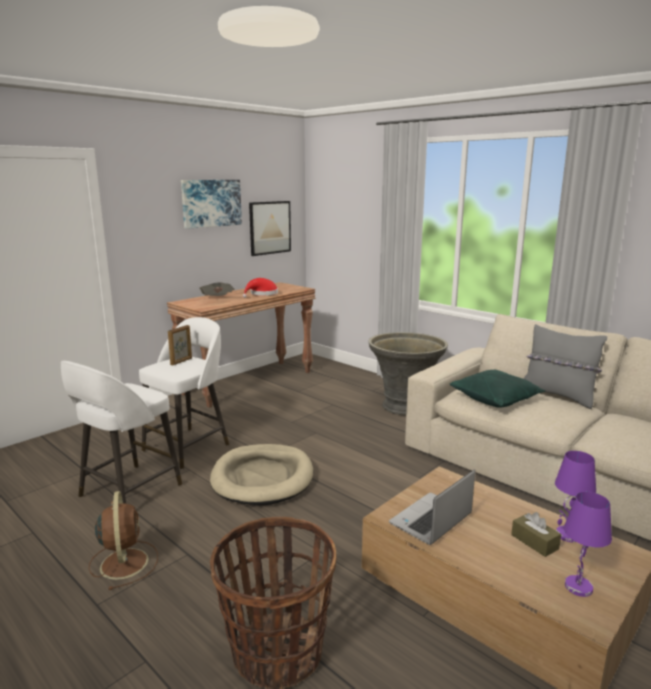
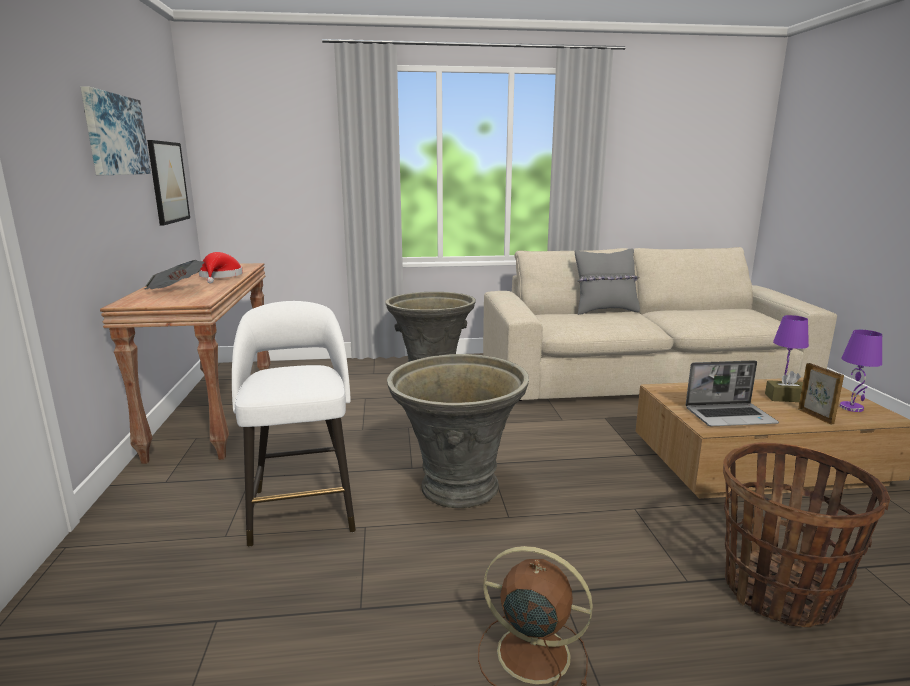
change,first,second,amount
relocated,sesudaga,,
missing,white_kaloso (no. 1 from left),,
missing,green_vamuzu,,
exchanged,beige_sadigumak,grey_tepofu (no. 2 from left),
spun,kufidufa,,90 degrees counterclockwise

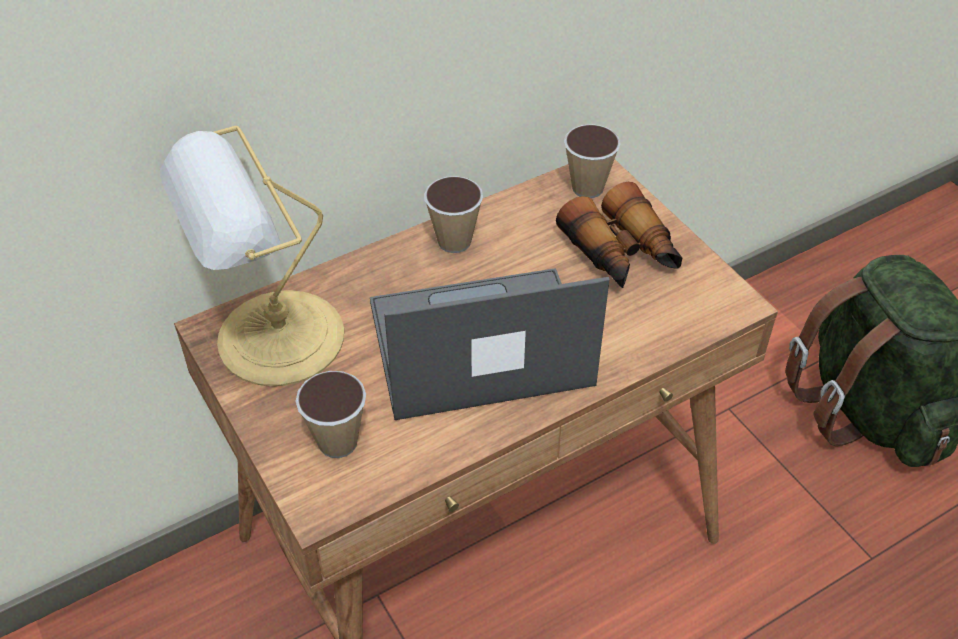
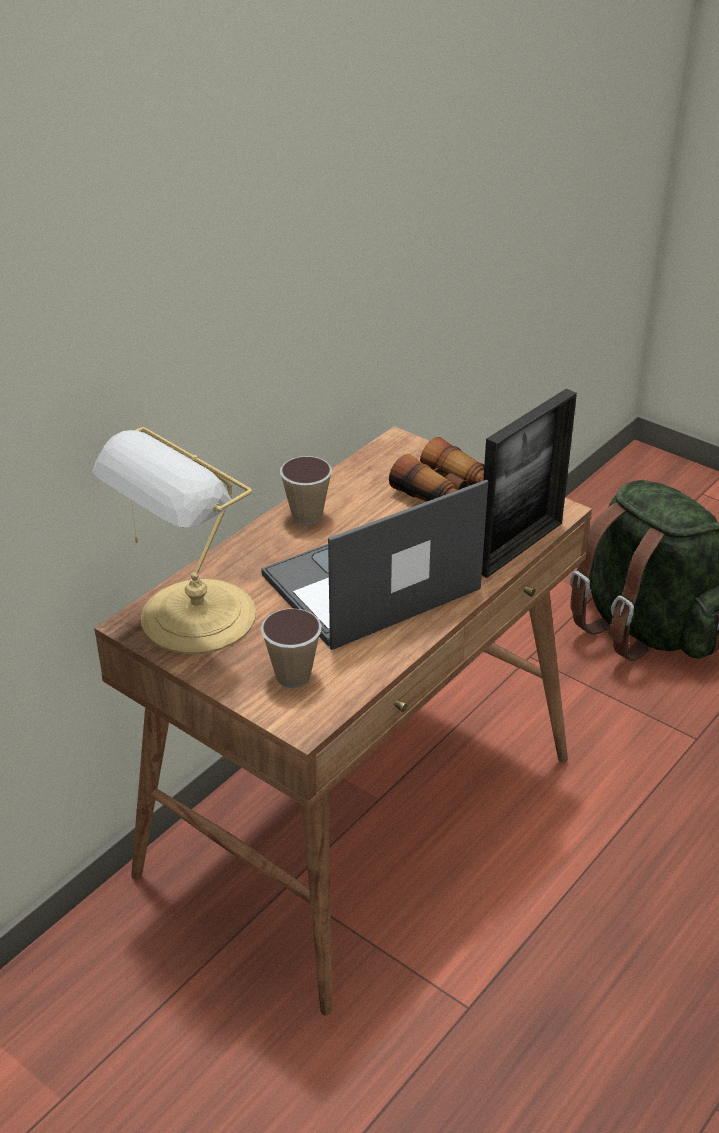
change,first,second,amount
missing,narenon (no. 3 from left),,
appeared,,sesudaga,

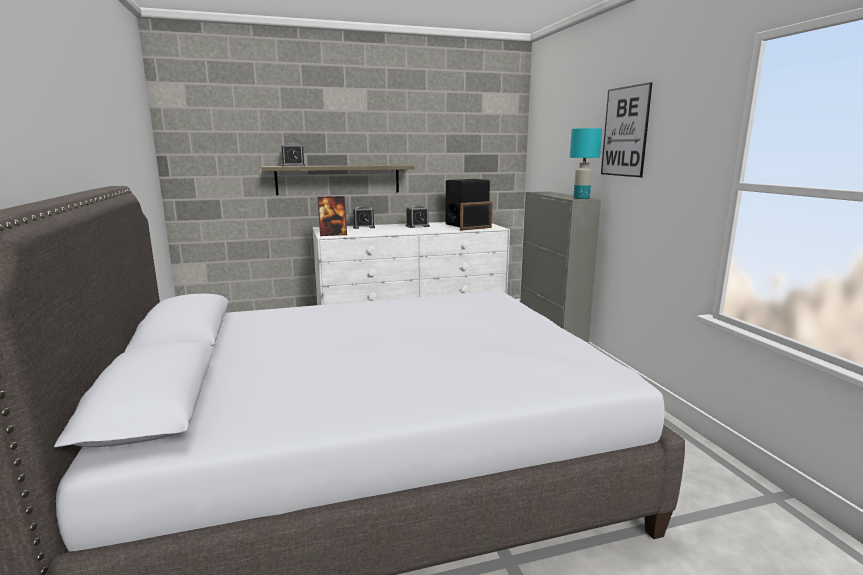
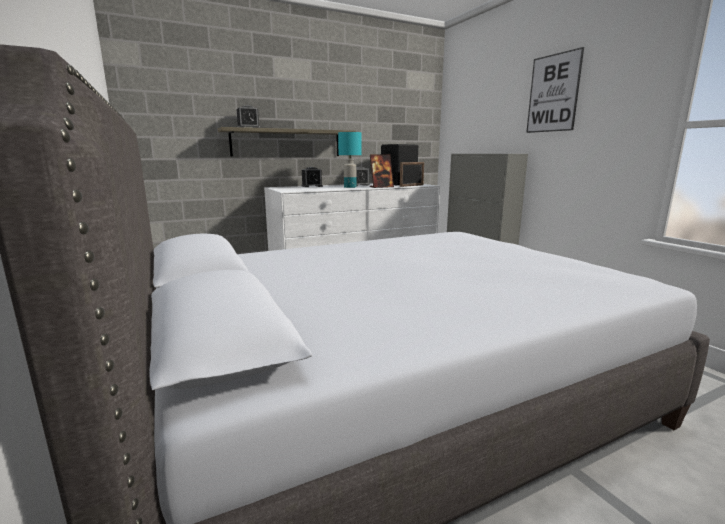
change,first,second,amount
relocated,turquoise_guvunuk,,
relocated,sesudaga (no. 1 from left),,

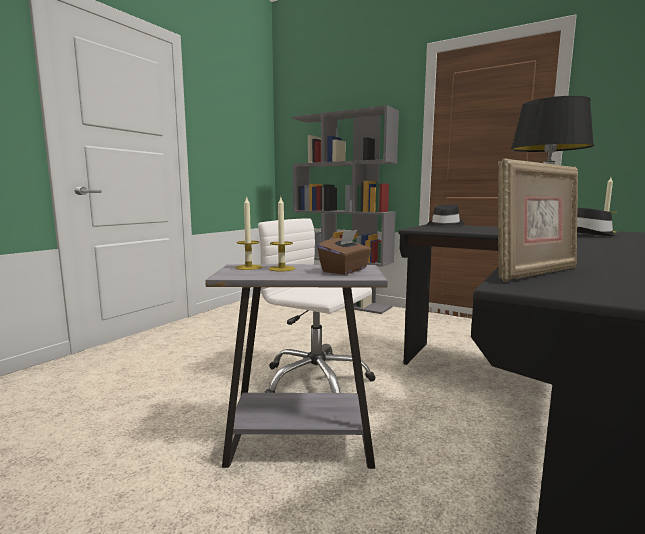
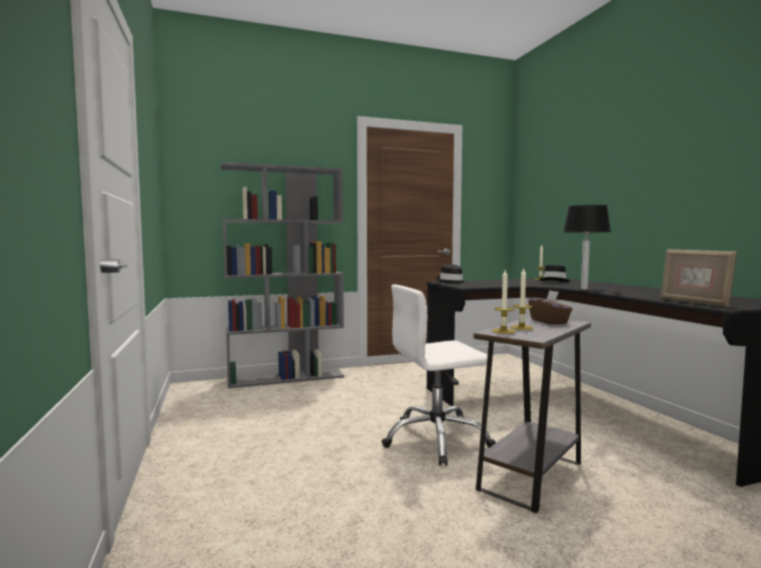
change,first,second,amount
spun,sesudaga,,150 degrees clockwise

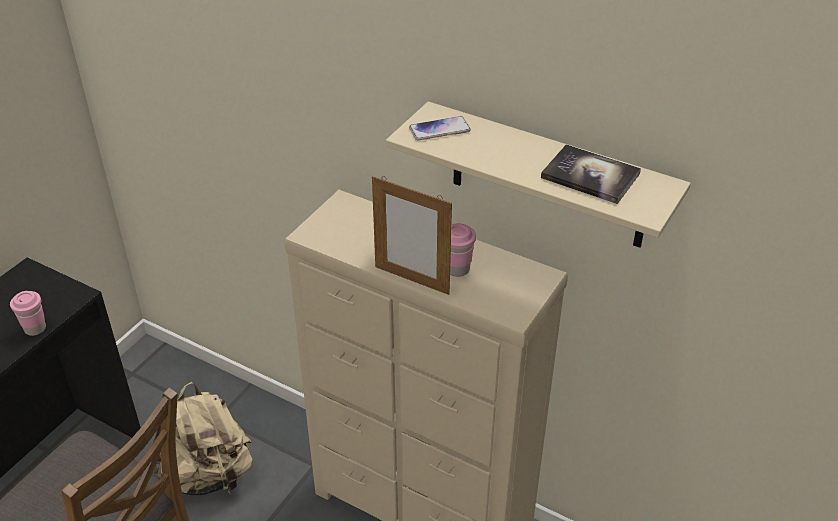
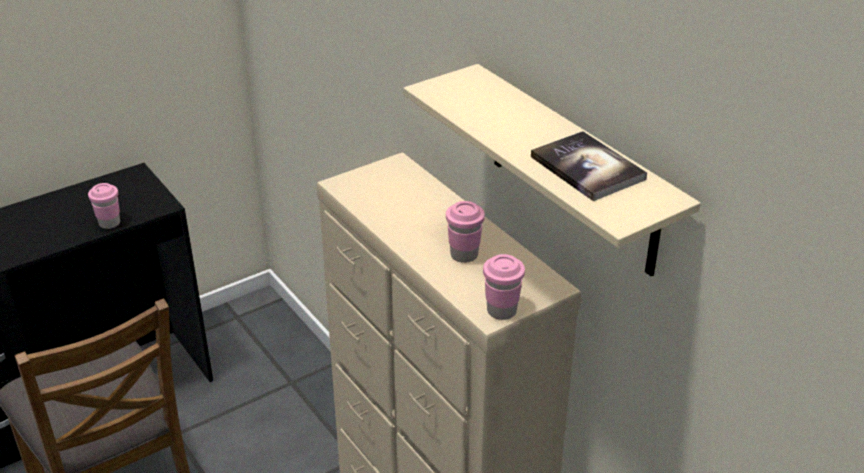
change,first,second,amount
missing,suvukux,,
missing,sesudaga,,
missing,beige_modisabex,,
appeared,,pink_narenon (no. 3 from left),

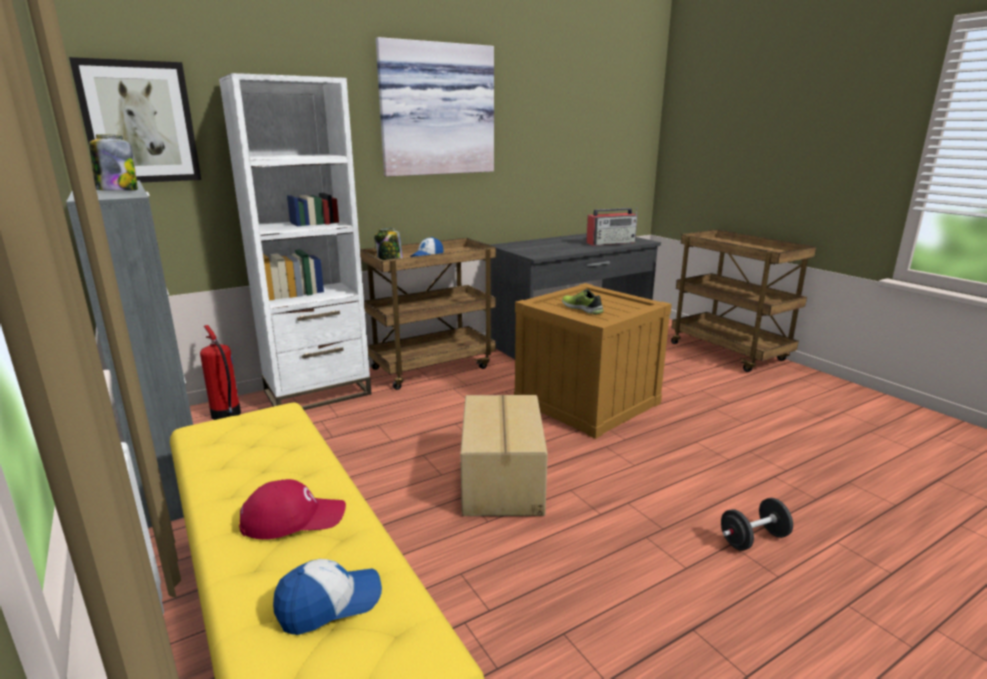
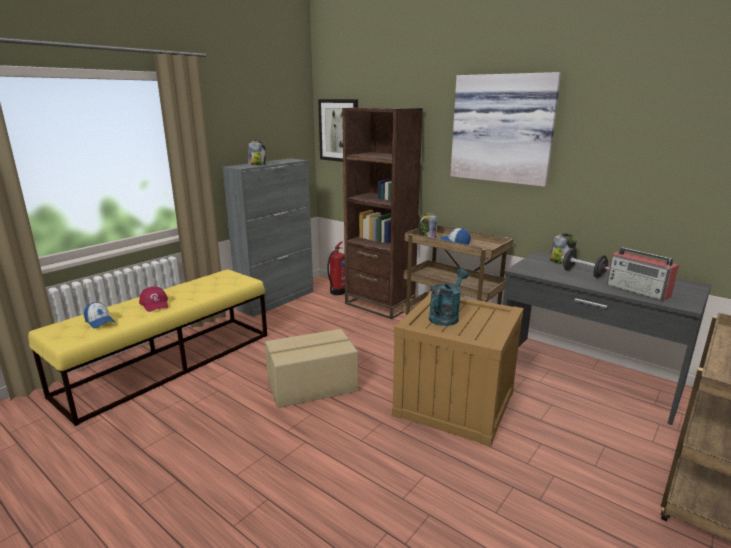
change,first,second,amount
colour,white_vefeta,brown_vefeta,
exchanged,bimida,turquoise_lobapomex,
relocated,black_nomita,,
appeared,,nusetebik (no. 3 from left),

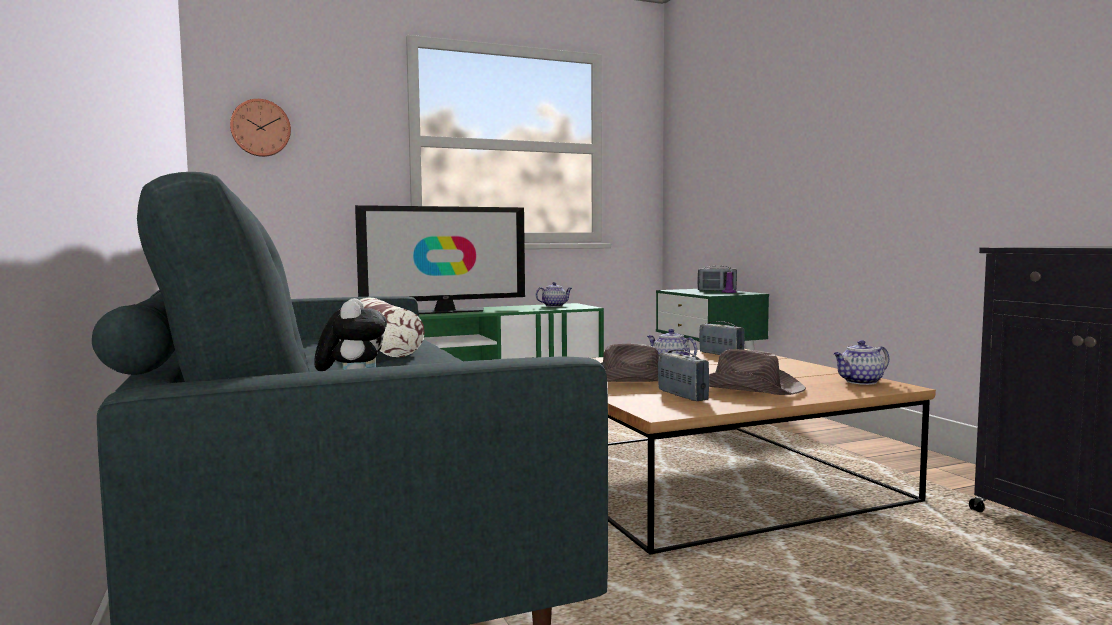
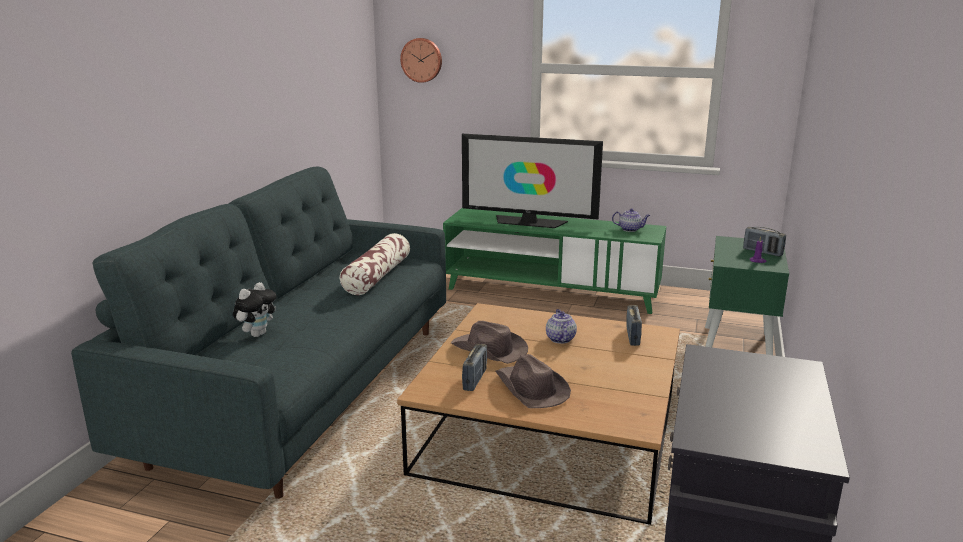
change,first,second,amount
missing,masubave (no. 3 from left),,

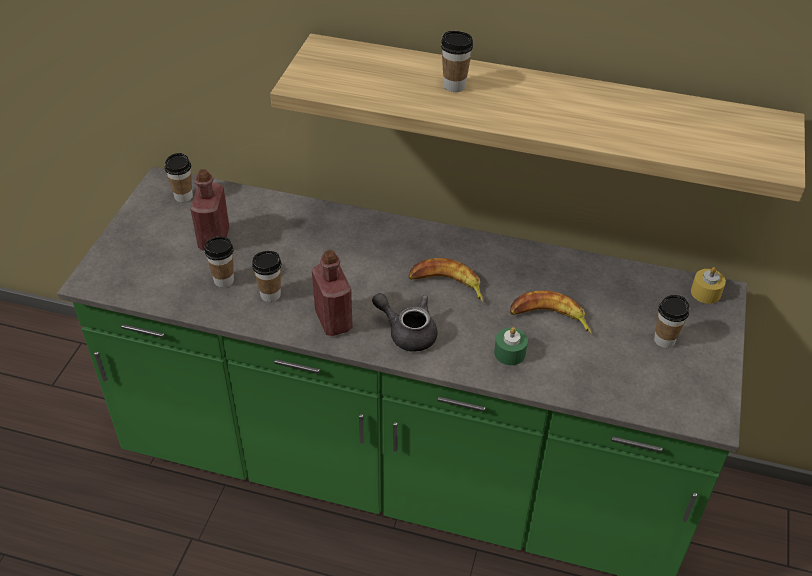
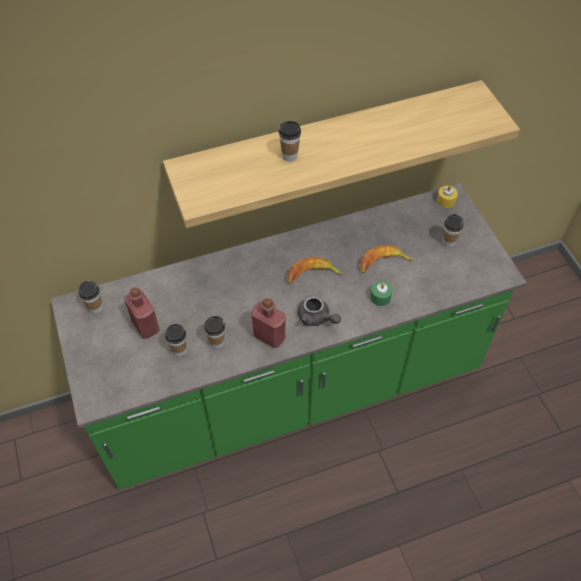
change,first,second,amount
spun,grey_masubave,,135 degrees counterclockwise

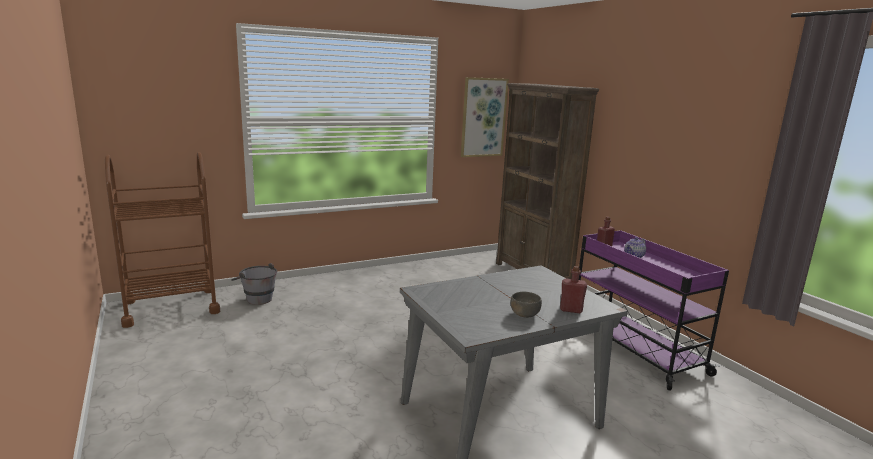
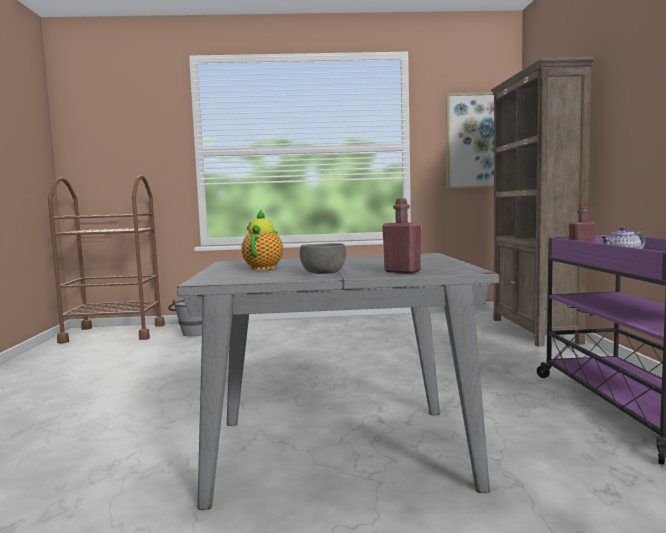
change,first,second,amount
appeared,,masubave (no. 1 from left),

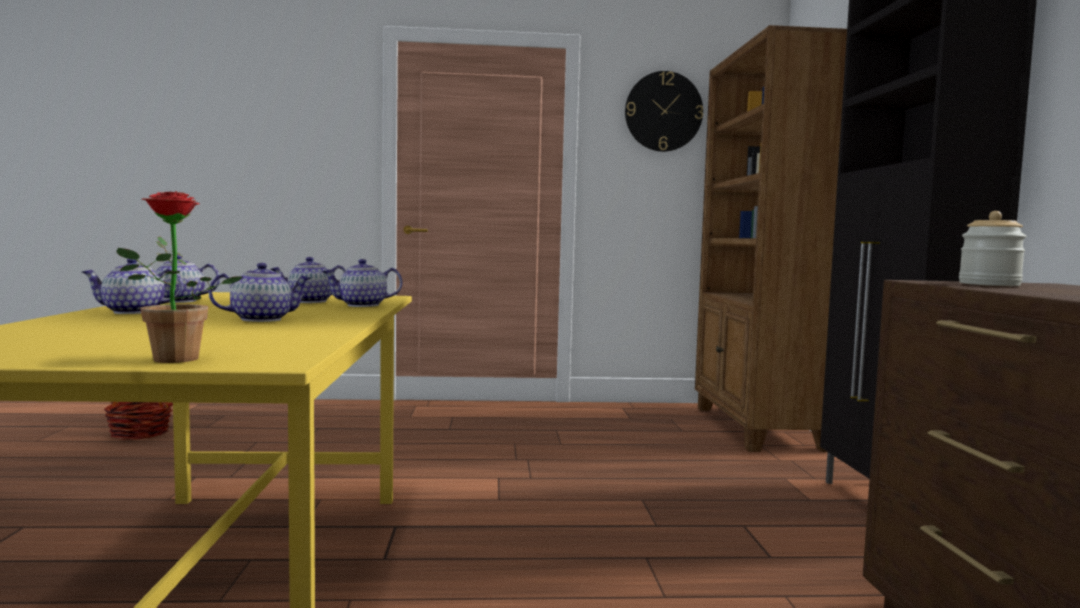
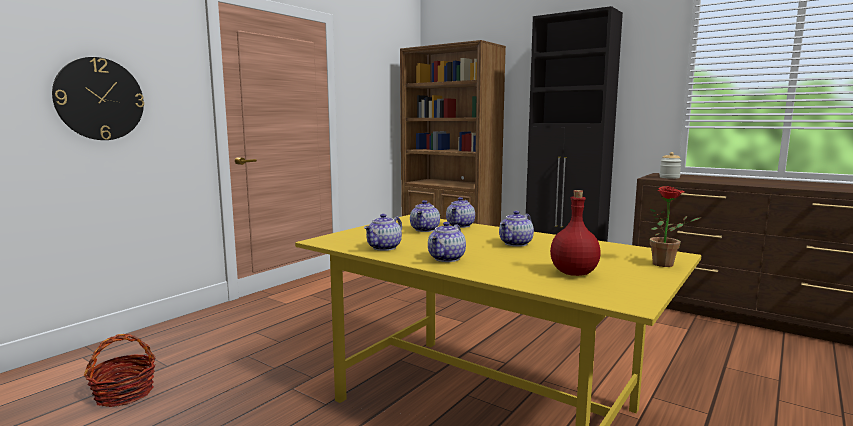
change,first,second,amount
relocated,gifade,,
spun,masubave (no. 3 from left in the first image),masubave (no. 5 from left),150 degrees counterclockwise
appeared,,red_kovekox,

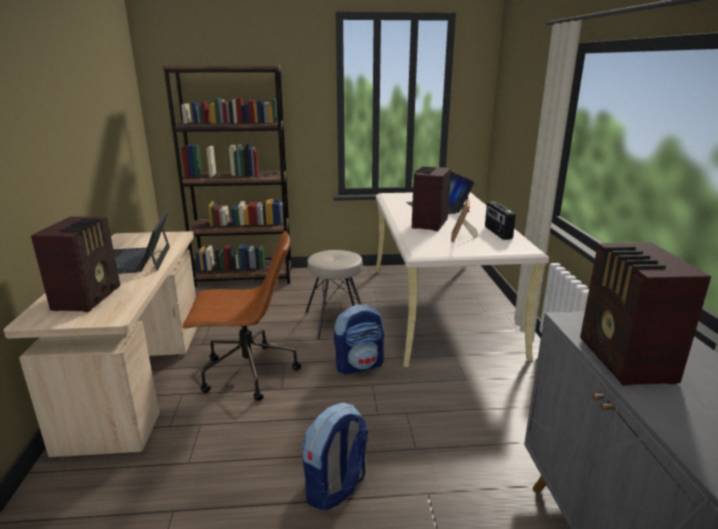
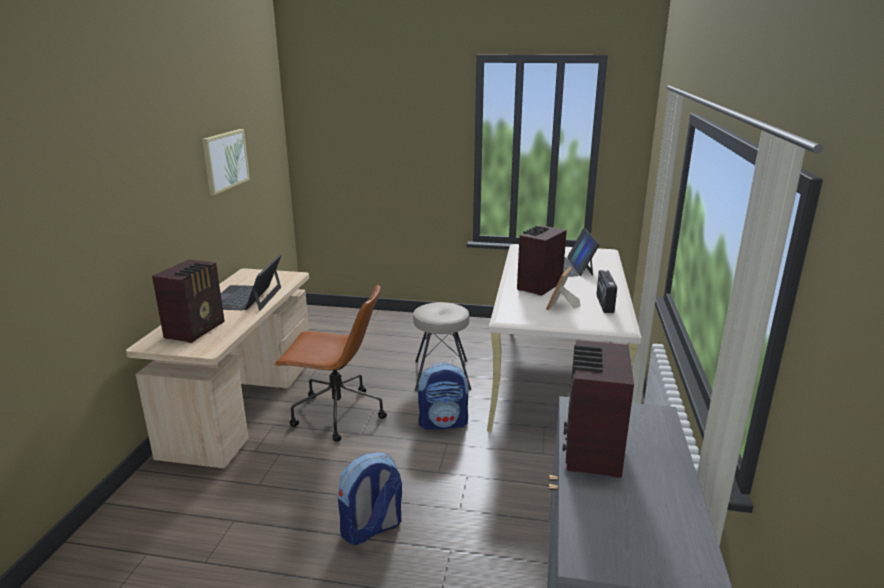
change,first,second,amount
missing,brown_vefeta,,
appeared,,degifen,

